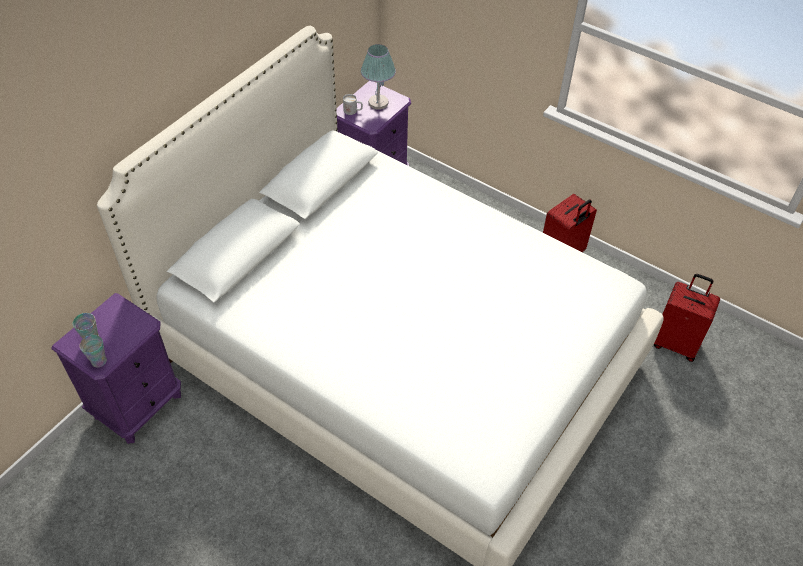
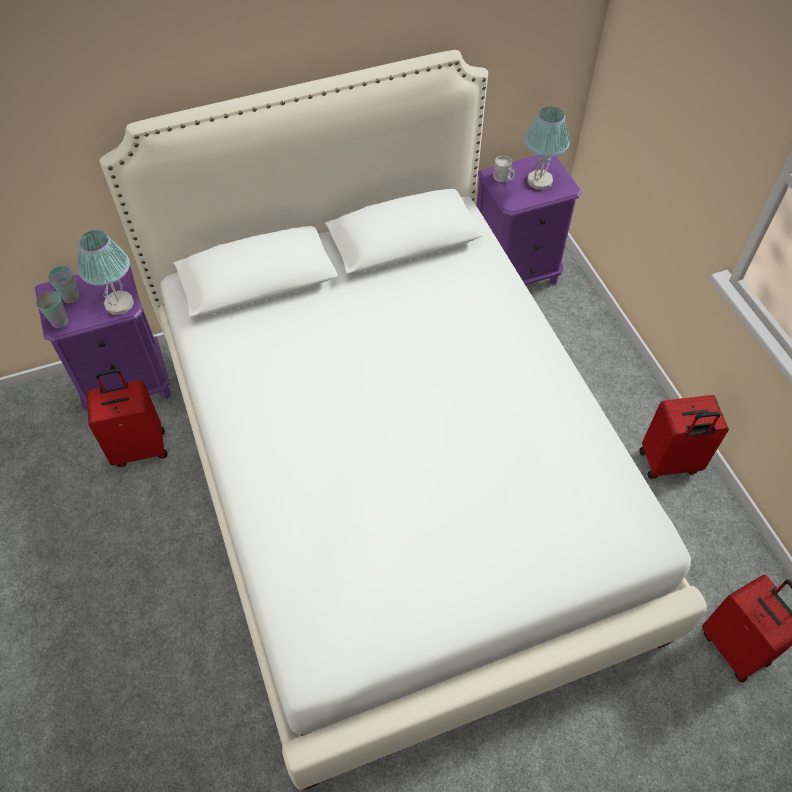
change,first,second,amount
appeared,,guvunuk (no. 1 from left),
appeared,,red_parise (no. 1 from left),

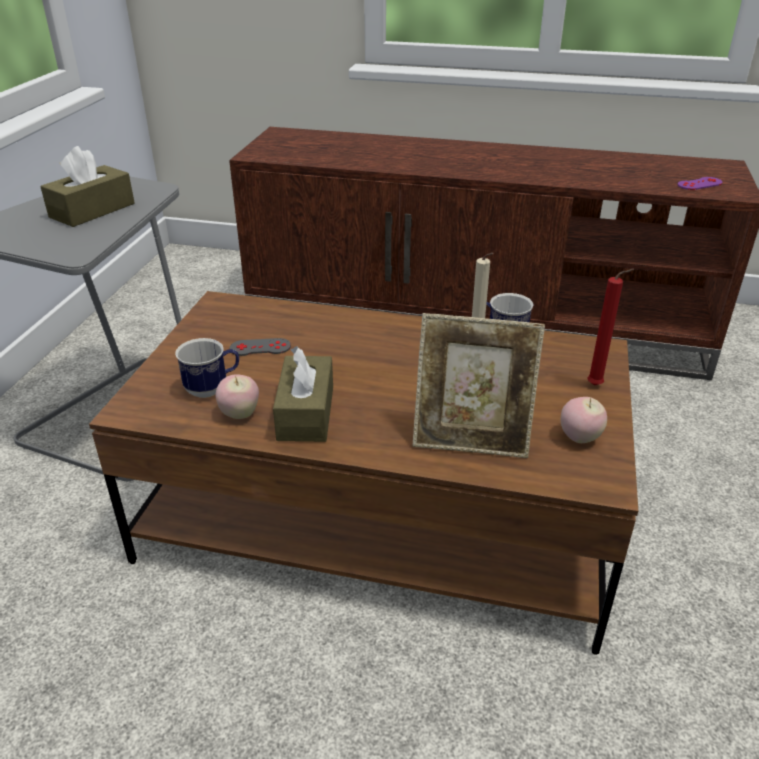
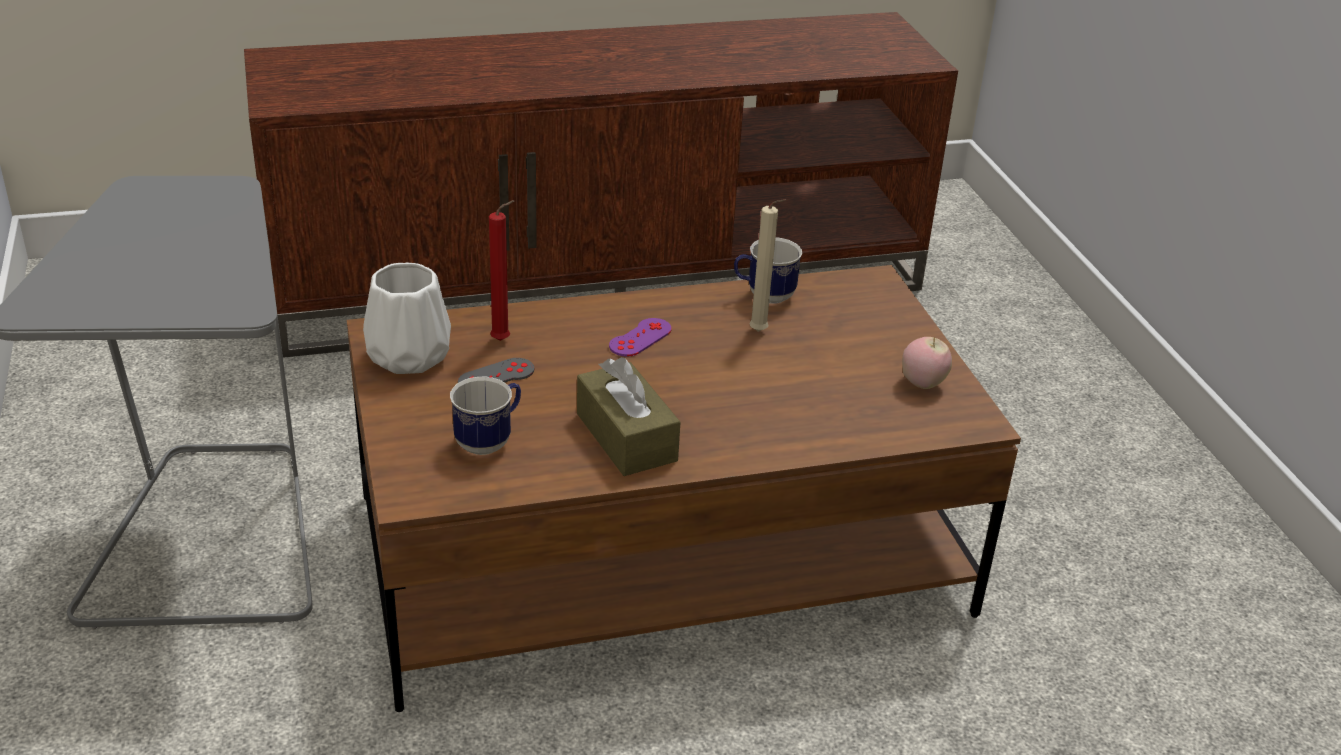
change,first,second,amount
missing,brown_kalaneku (no. 1 from left),,
relocated,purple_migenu,,
relocated,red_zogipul,,
missing,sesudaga,,
missing,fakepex (no. 1 from left),,
appeared,,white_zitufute,

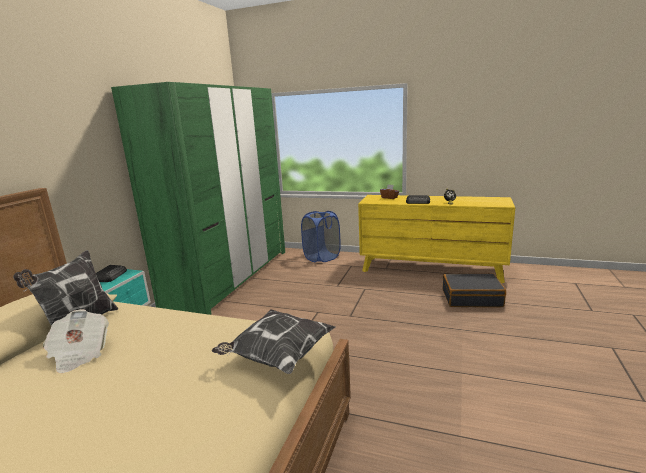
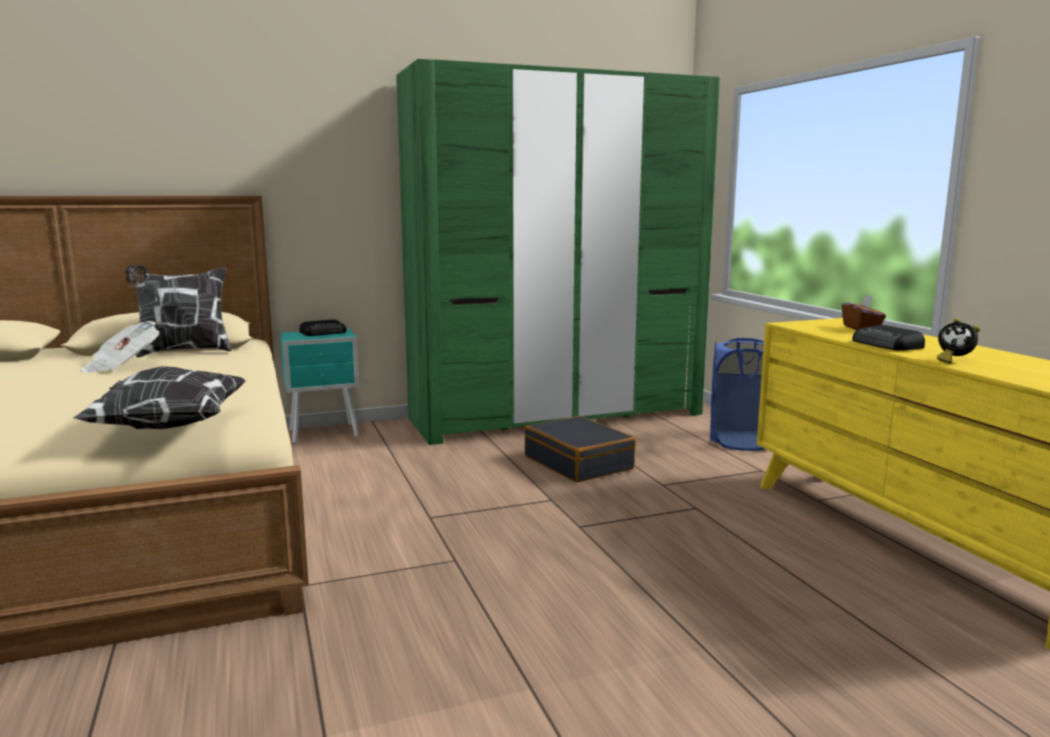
change,first,second,amount
relocated,black_parise,,

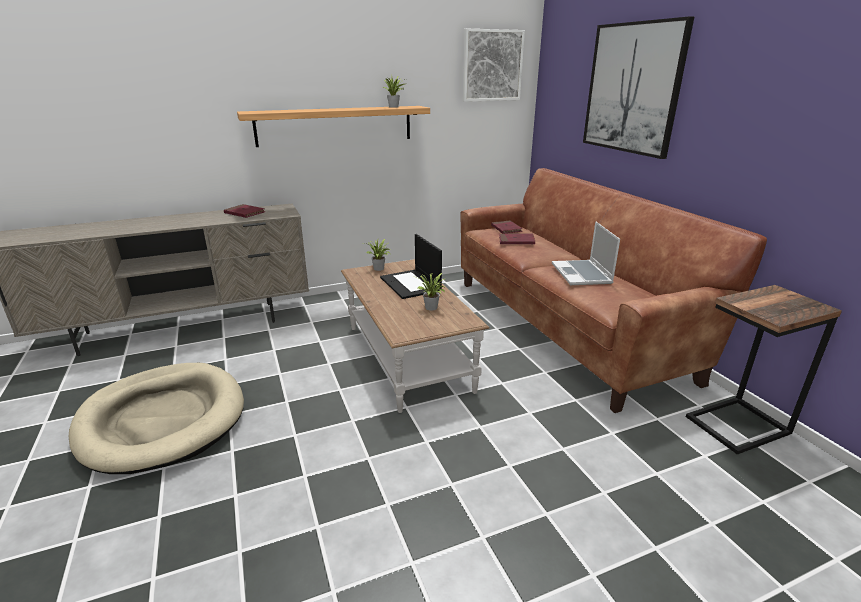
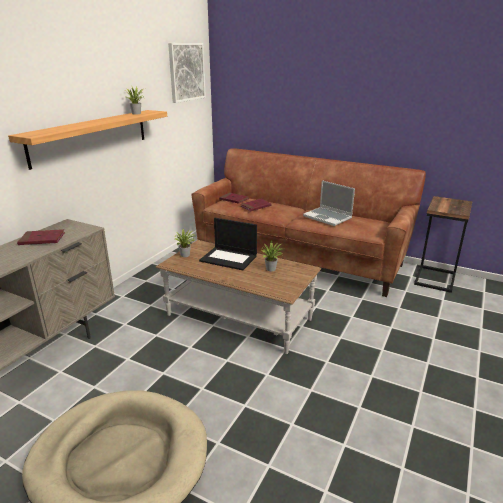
change,first,second,amount
missing,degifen (no. 2 from left),,

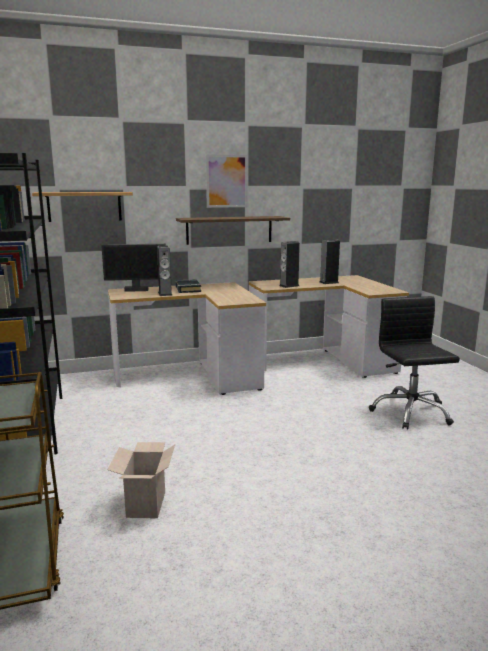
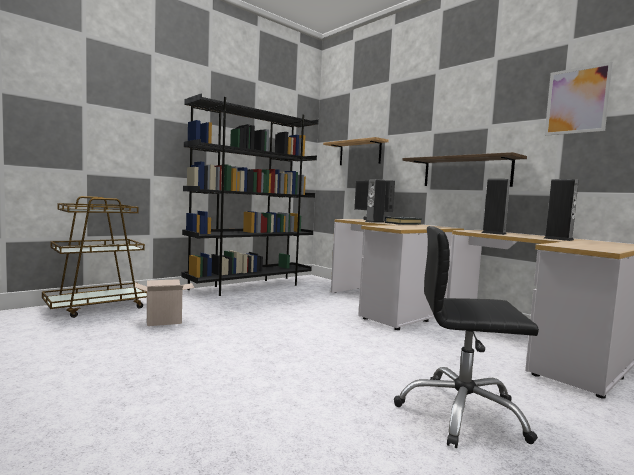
change,first,second,amount
relocated,degifen,,
spun,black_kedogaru,,135 degrees counterclockwise

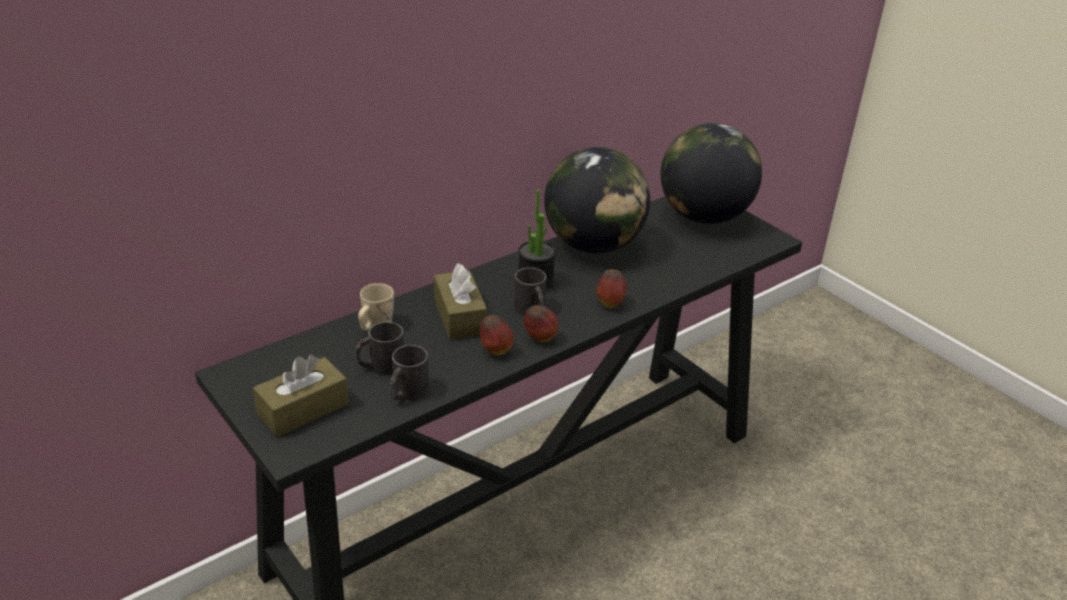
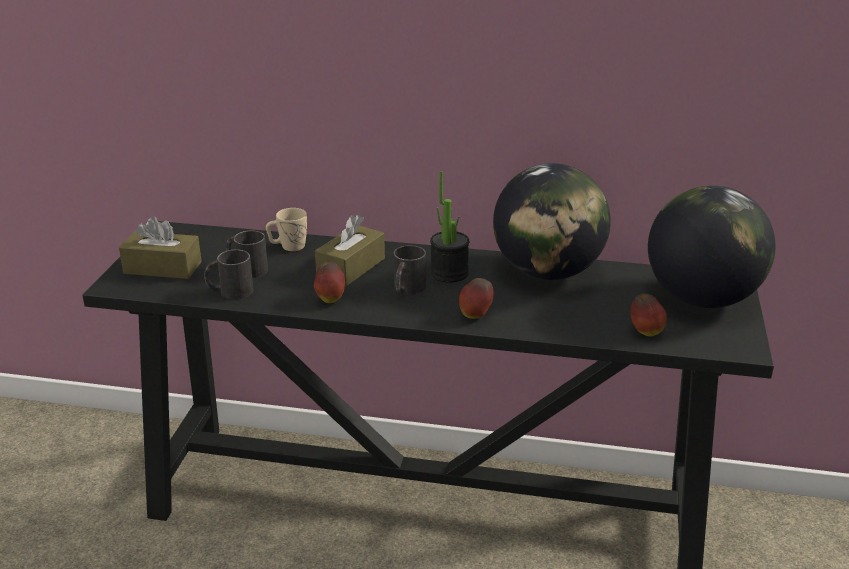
change,first,second,amount
relocated,fakepex (no. 2 from left in the first image),fakepex (no. 3 from left),

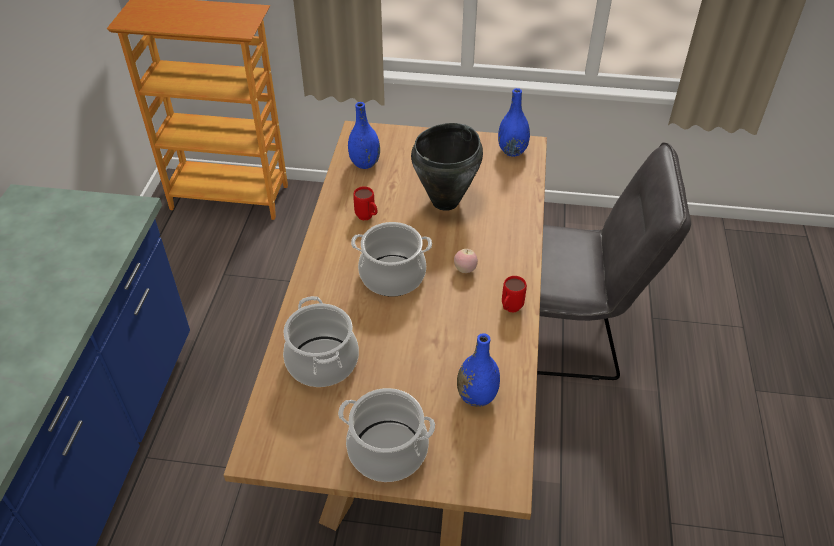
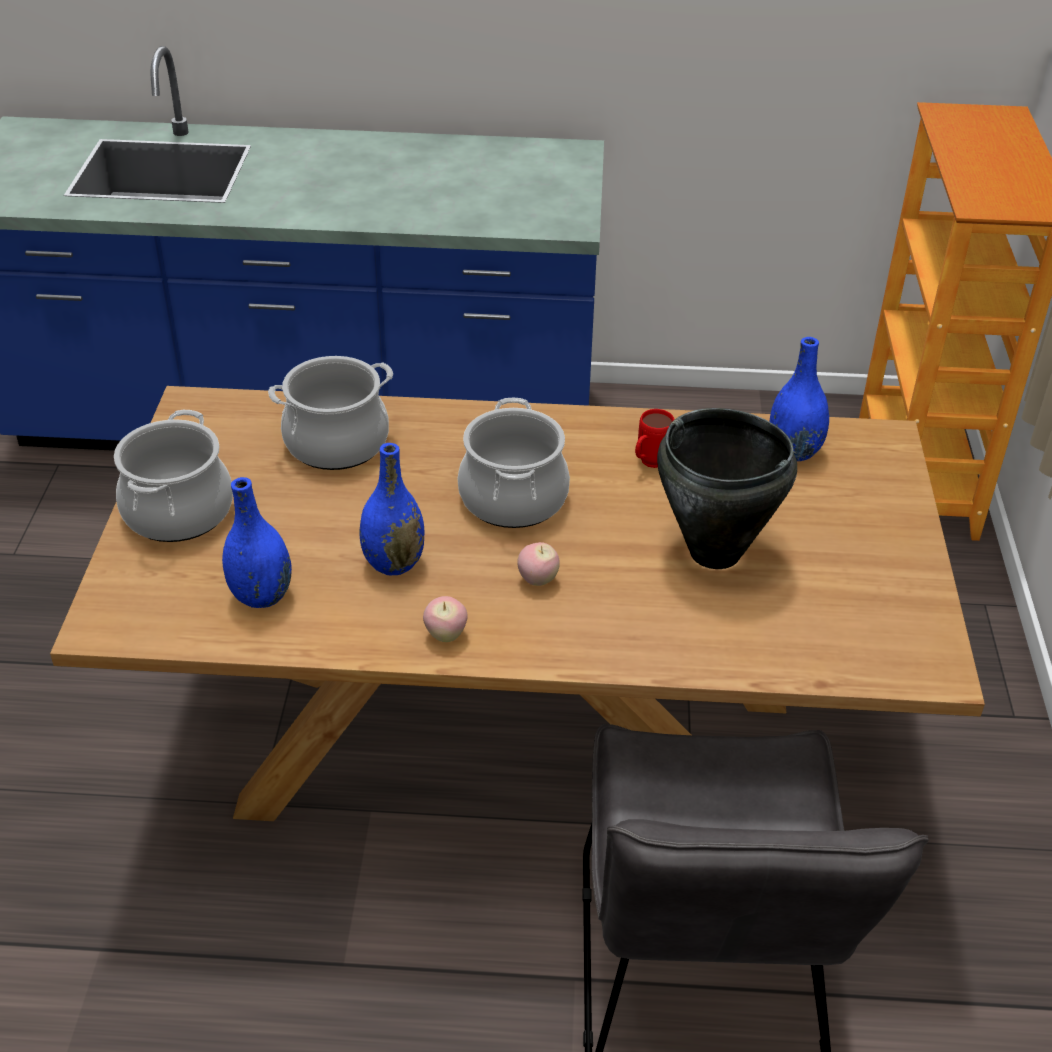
change,first,second,amount
relocated,blue_zitufute (no. 3 from left in the first image),blue_zitufute (no. 2 from left),
exchanged,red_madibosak (no. 2 from left),fakepex (no. 1 from left),

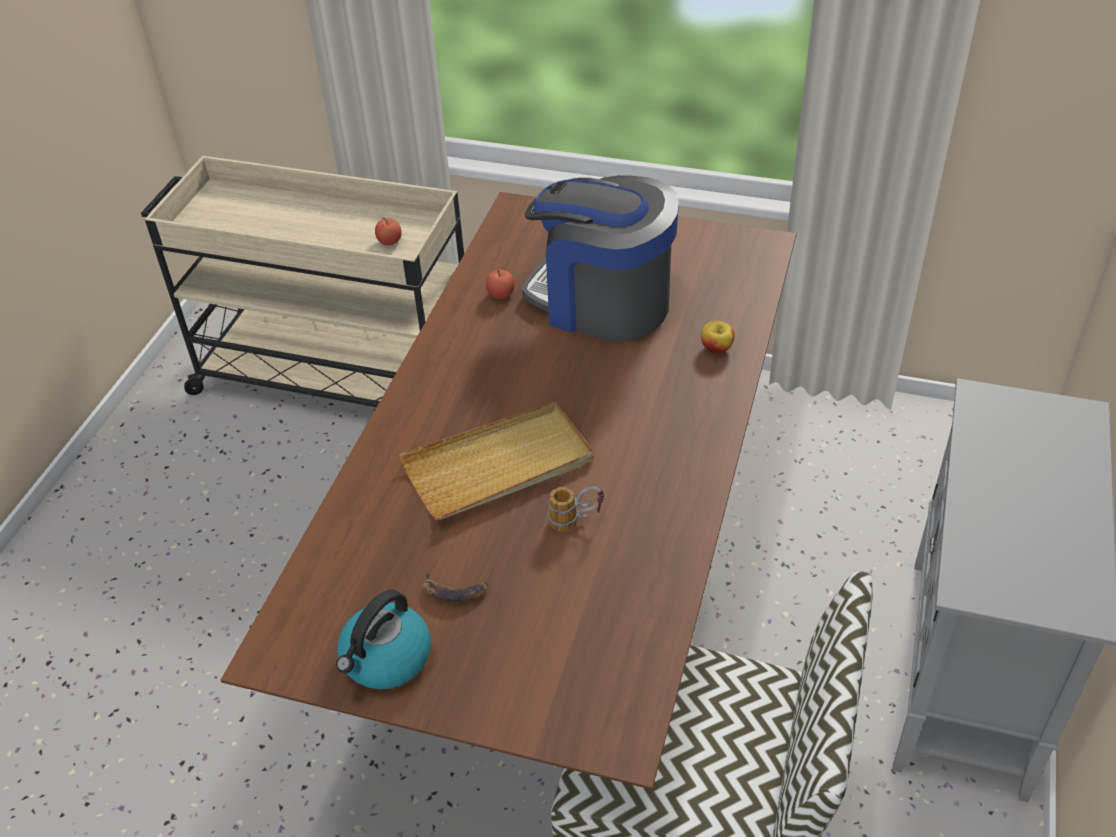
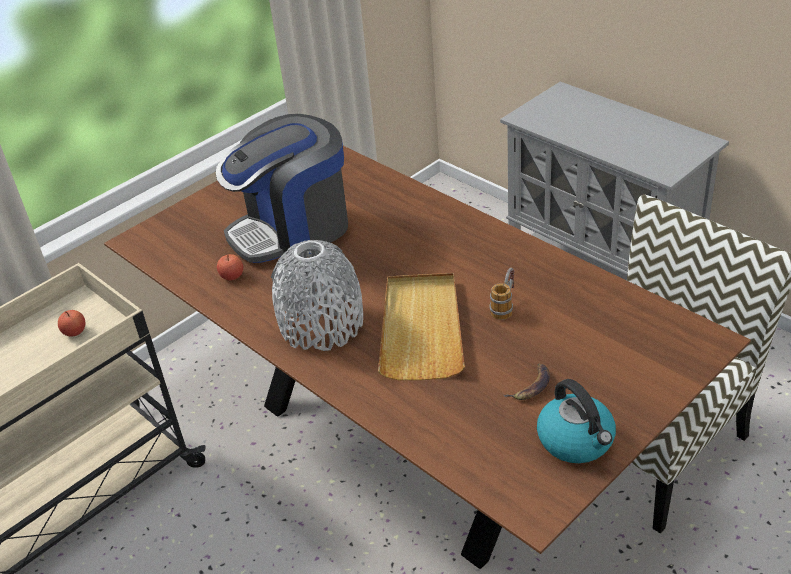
change,first,second,amount
missing,fakepex (no. 3 from left),,
appeared,,grey_zitufute,

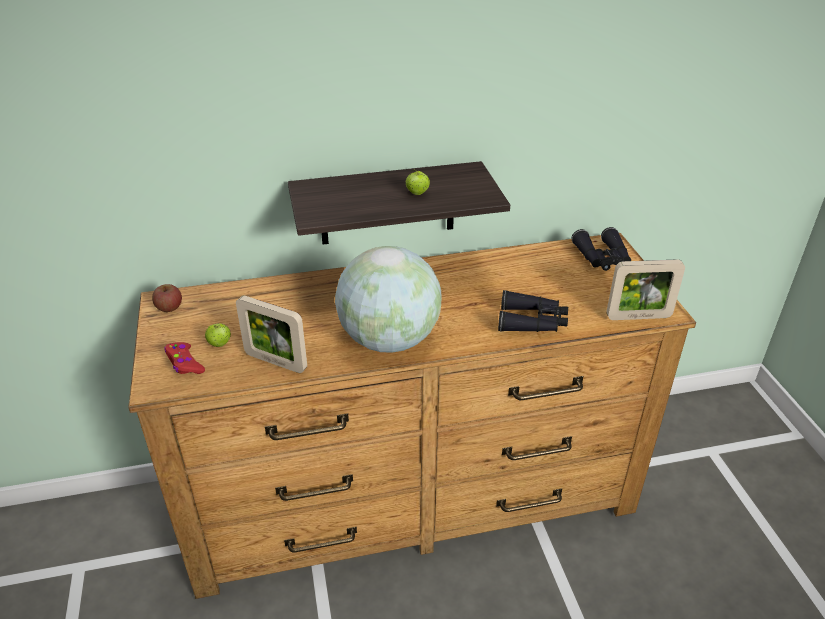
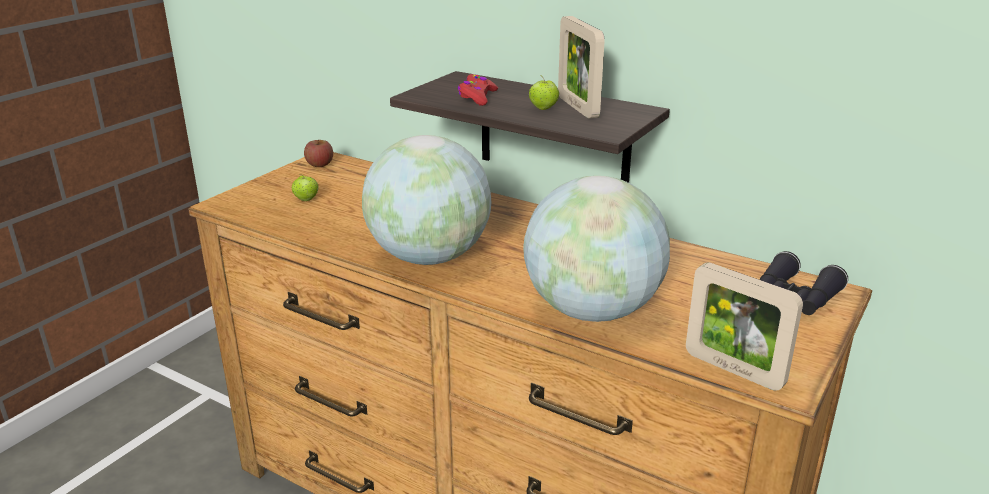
change,first,second,amount
exchanged,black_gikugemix (no. 1 from left),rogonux (no. 2 from left),
relocated,sesudaga (no. 1 from left),,
relocated,red_migenu,,

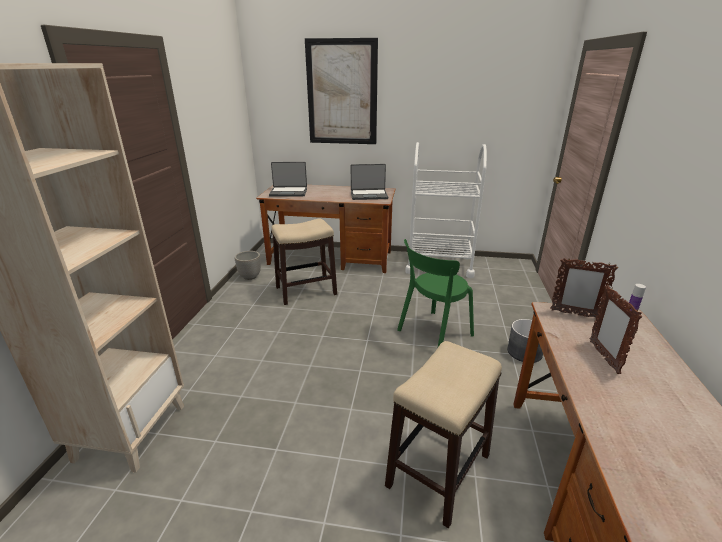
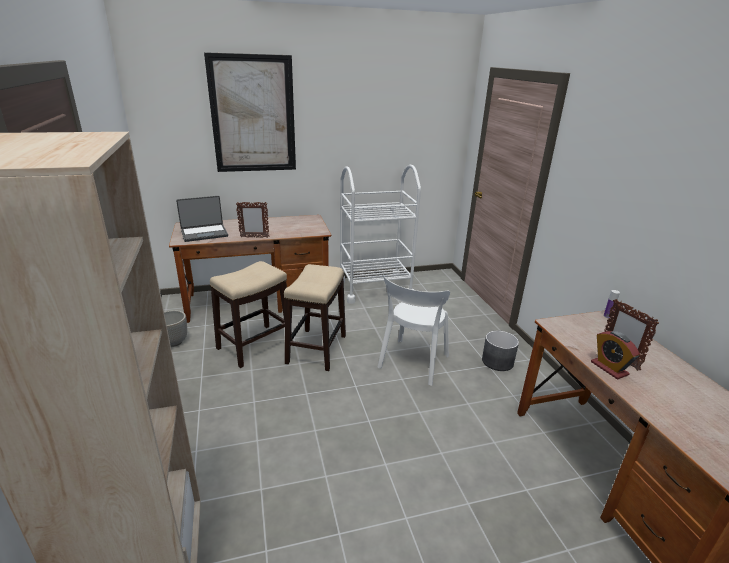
change,first,second,amount
missing,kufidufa (no. 2 from left),,
colour,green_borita,white_borita,
relocated,sesudaga (no. 1 from left),,
relocated,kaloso (no. 2 from left),,
appeared,,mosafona,

